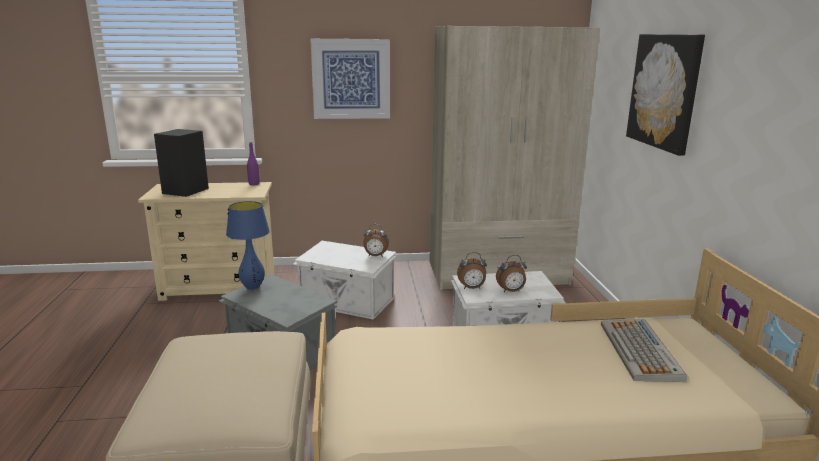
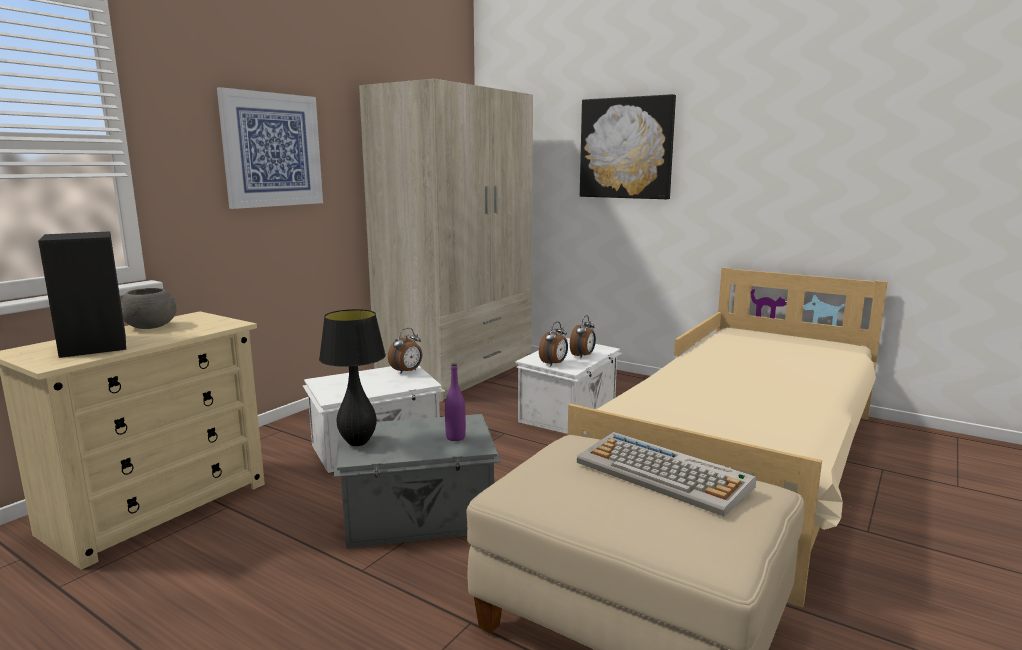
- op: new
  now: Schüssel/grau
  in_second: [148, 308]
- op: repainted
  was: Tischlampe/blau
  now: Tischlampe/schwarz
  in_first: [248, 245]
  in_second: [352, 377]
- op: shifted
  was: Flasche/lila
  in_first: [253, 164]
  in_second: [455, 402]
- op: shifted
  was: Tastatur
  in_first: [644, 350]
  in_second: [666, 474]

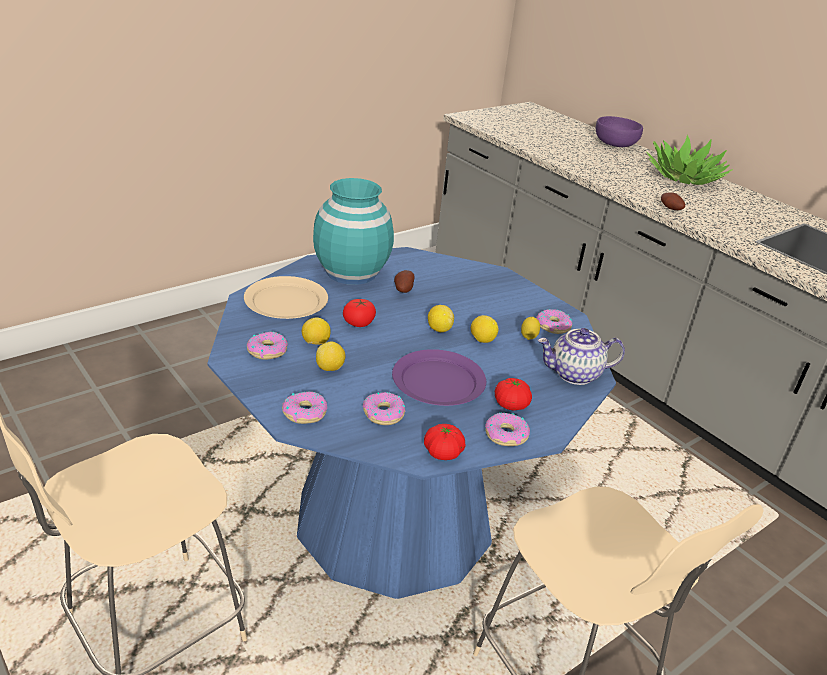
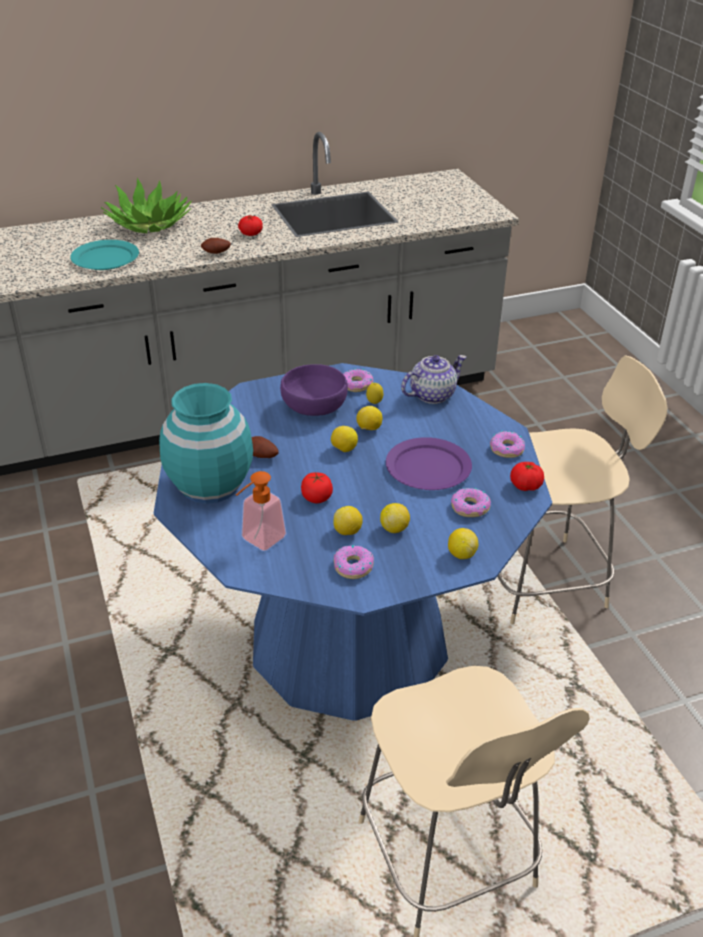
- op: new
  now: Teller/türkis
  in_second: [104, 255]
- op: swapped
  was: Teller/beige
  now: Seifenspender
  in_first: [286, 297]
  in_second: [261, 511]
- op: shifted
  was: Tomate
  in_first: [513, 394]
  in_second: [250, 226]
- op: shifted
  was: Schüssel/lila
  in_first: [619, 131]
  in_second: [314, 390]
- op: rotated
  was: Teekanne
  in_first: [581, 356]
  in_second: [433, 379]
  clockwise: -135
- op: swapped
  was: Donut
  now: Zitrone
  in_first: [304, 408]
  in_second: [463, 543]

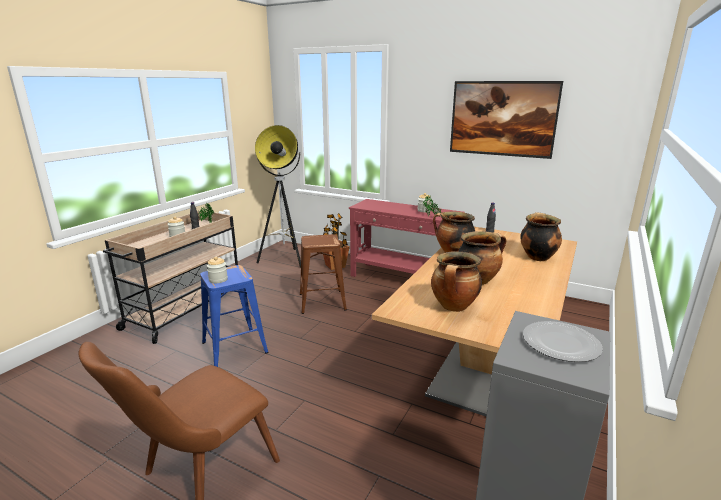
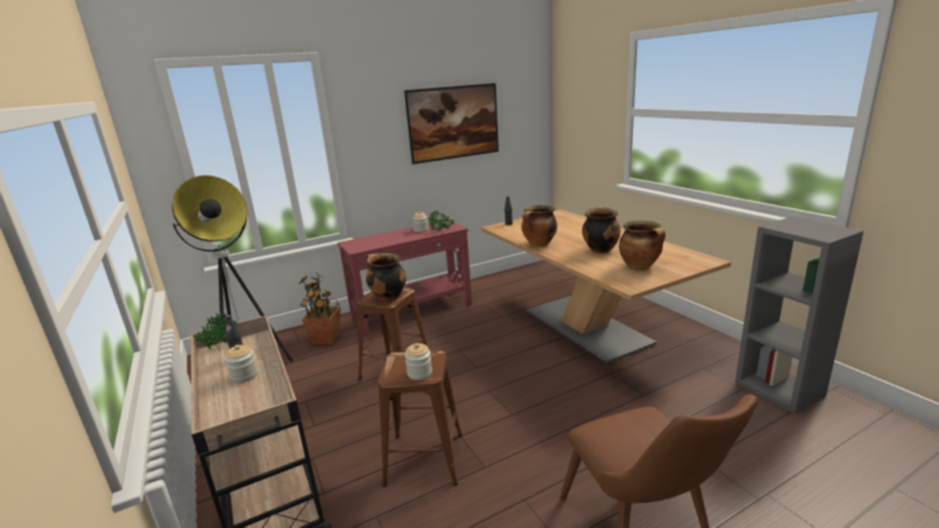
- op: shifted
  was: Kochtopf
  in_first: [541, 236]
  in_second: [386, 277]
- op: repainted
  was: Hocker/blau
  now: Hocker/braun
  in_first: [234, 316]
  in_second: [420, 419]
- op: gone
  was: Teller
  in_first: [563, 341]

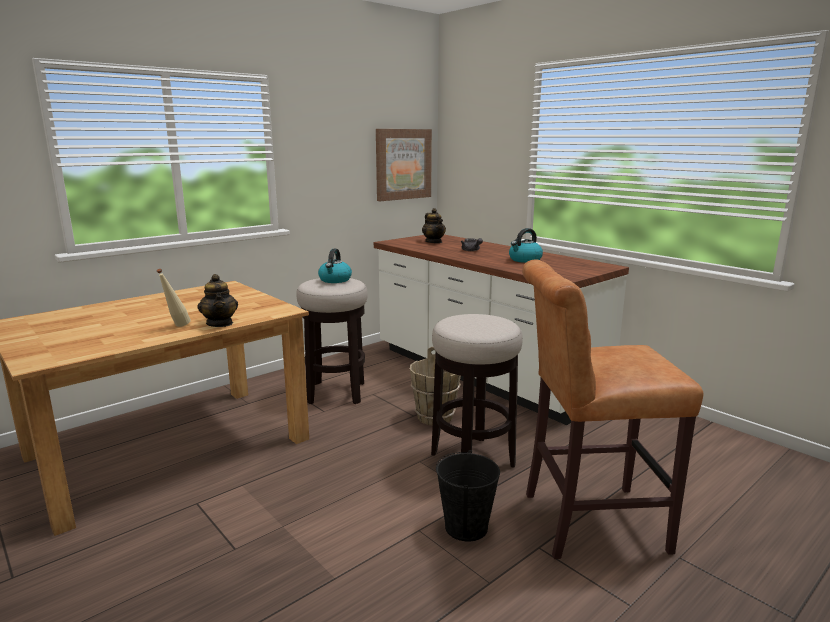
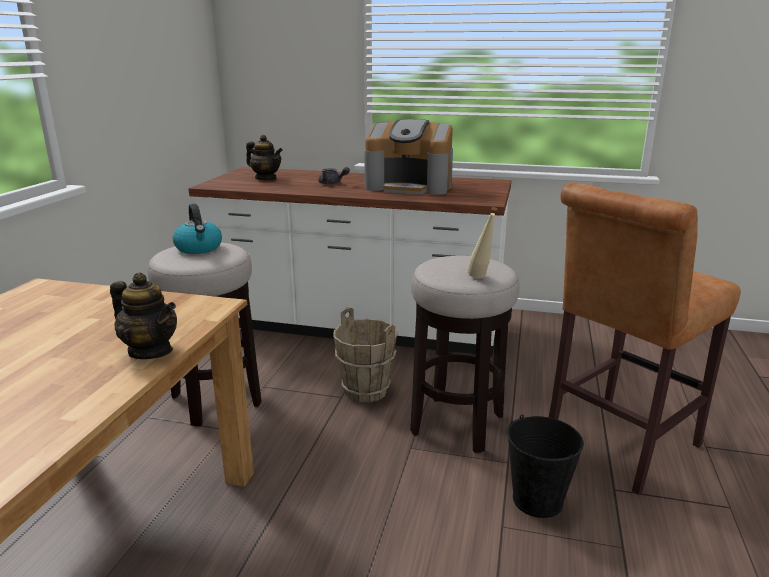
- op: swapped
  was: Wasserkessel
  now: Kaffeemaschine
  in_first: [526, 245]
  in_second: [408, 157]
- op: shifted
  was: Flasche/beige
  in_first: [174, 298]
  in_second: [482, 243]
- op: gone
  was: Bild
  in_first: [404, 165]

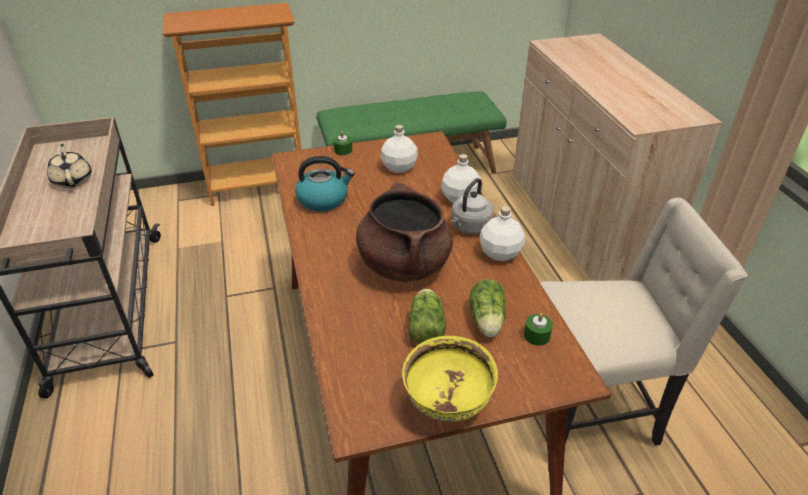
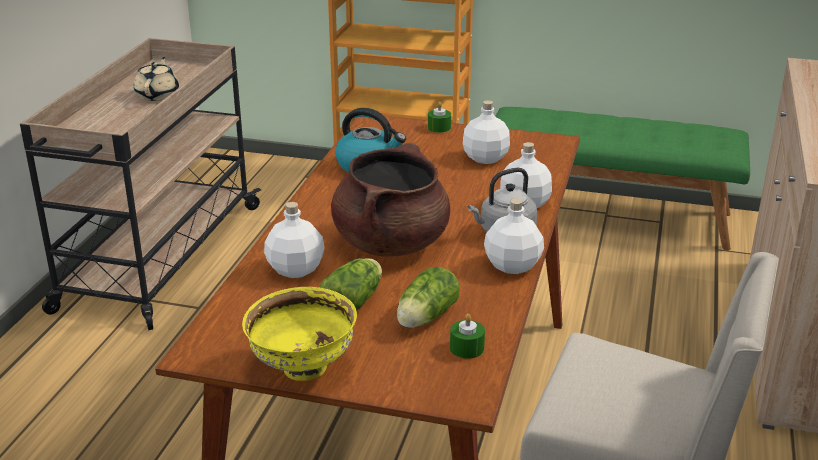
- op: new
  now: Flasche/weiß
  in_second: [294, 240]

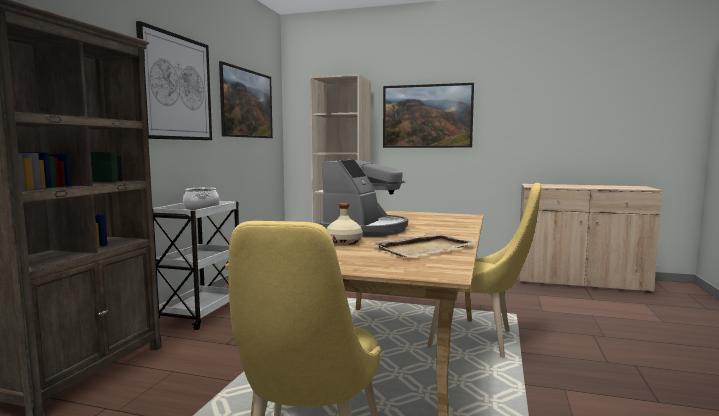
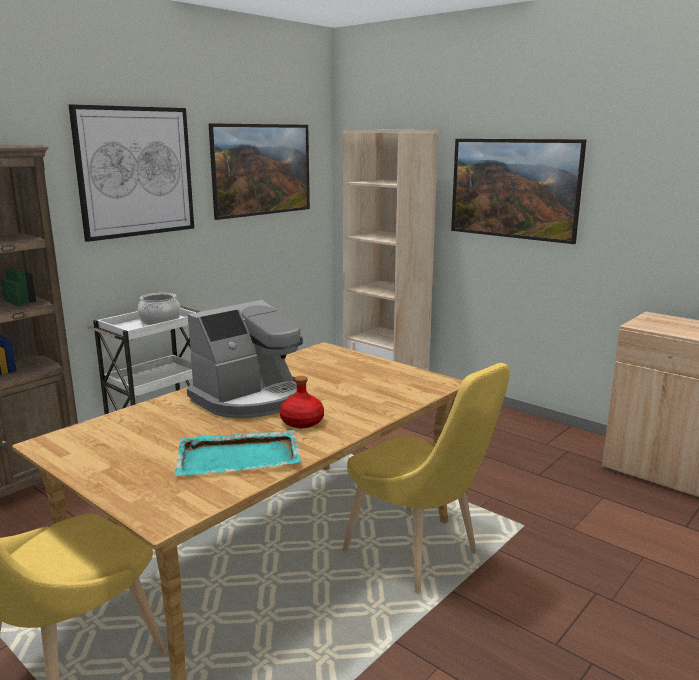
- op: repainted
  was: Tablett/beige
  now: Tablett/türkis
  in_first: [424, 245]
  in_second: [238, 453]
- op: new
  now: Flasche/rot
  in_second: [302, 402]
- op: gone
  was: Flasche/beige
  in_first: [345, 224]

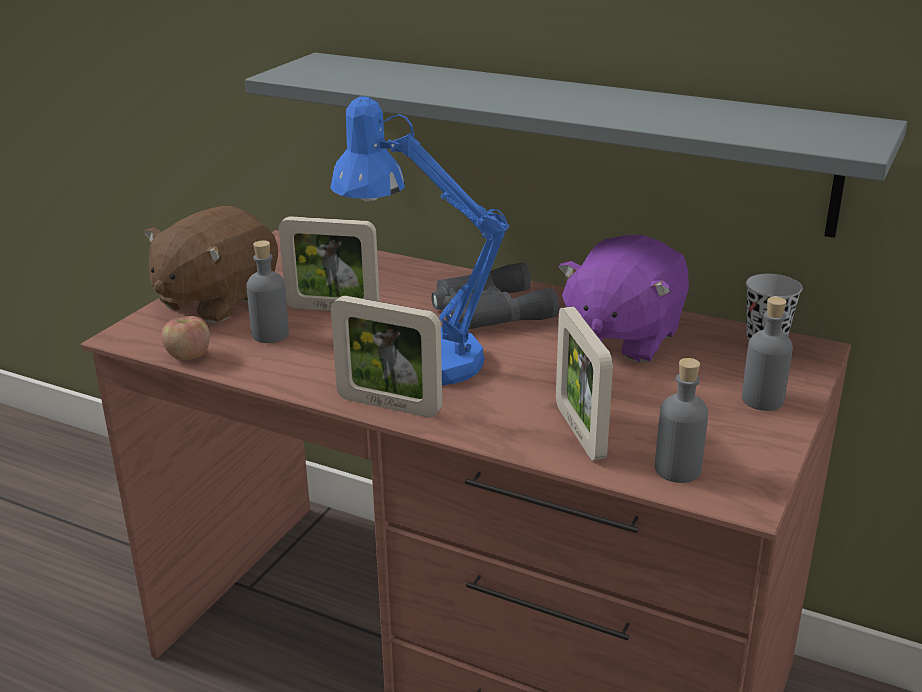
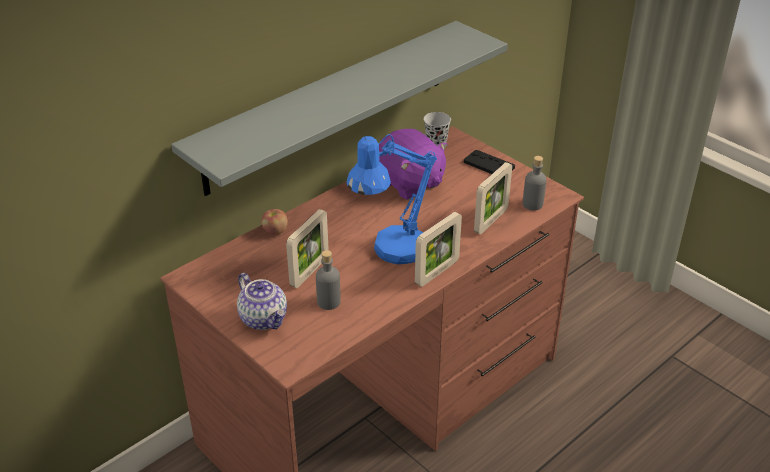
- op: swapped
  was: Plüschtier/braun
  now: Teekanne
  in_first: [211, 264]
  in_second: [262, 301]
- op: shifted
  was: Apfel
  in_first: [185, 338]
  in_second: [274, 222]
- op: swapped
  was: Flasche/grau
  now: Gamepad/schwarz
  in_first: [767, 354]
  in_second: [489, 162]
- op: rotated
  was: Bilderrahmen
  in_first: [584, 383]
  in_second: [493, 198]
  clockwise: -60
- op: gone
  was: Fernglas/grau
  in_first: [495, 295]

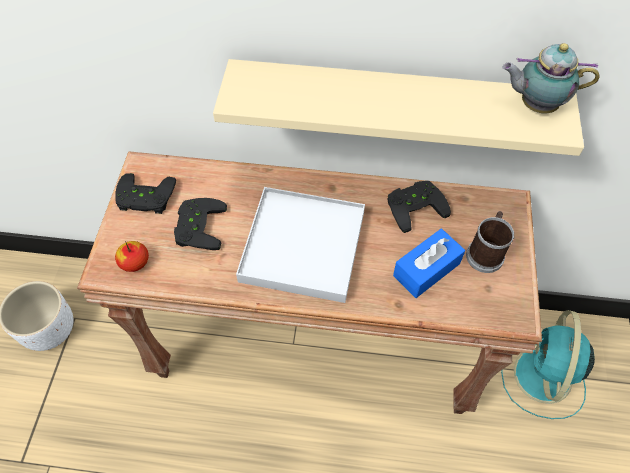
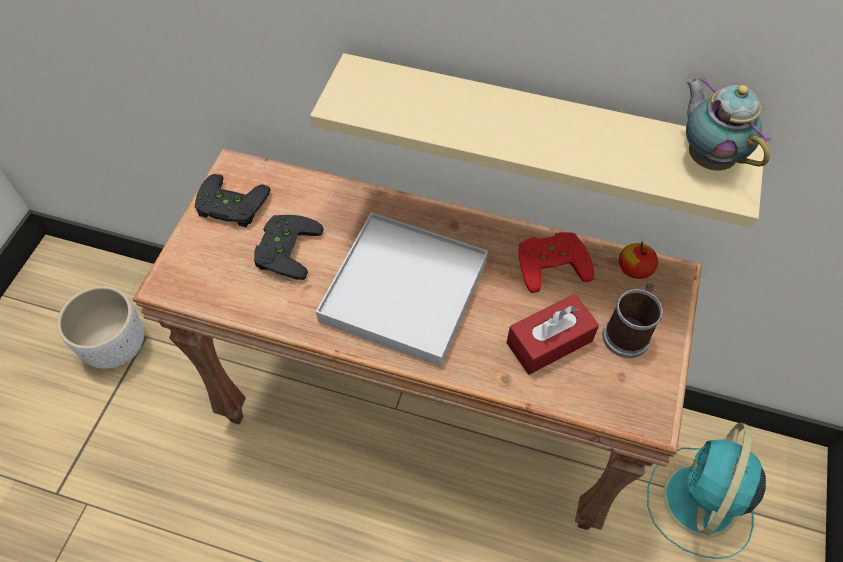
- op: repainted
  was: Taschentuchbox/blau
  now: Taschentuchbox/rot
  in_first: [429, 263]
  in_second: [553, 334]
- op: repainted
  was: Gamepad/schwarz
  now: Gamepad/rot
  in_first: [419, 207]
  in_second: [556, 262]
- op: shifted
  was: Apfel
  in_first: [132, 256]
  in_second: [638, 260]
- op: rotated
  was: Teekanne
  in_first: [550, 78]
  in_second: [729, 123]
  clockwise: 45

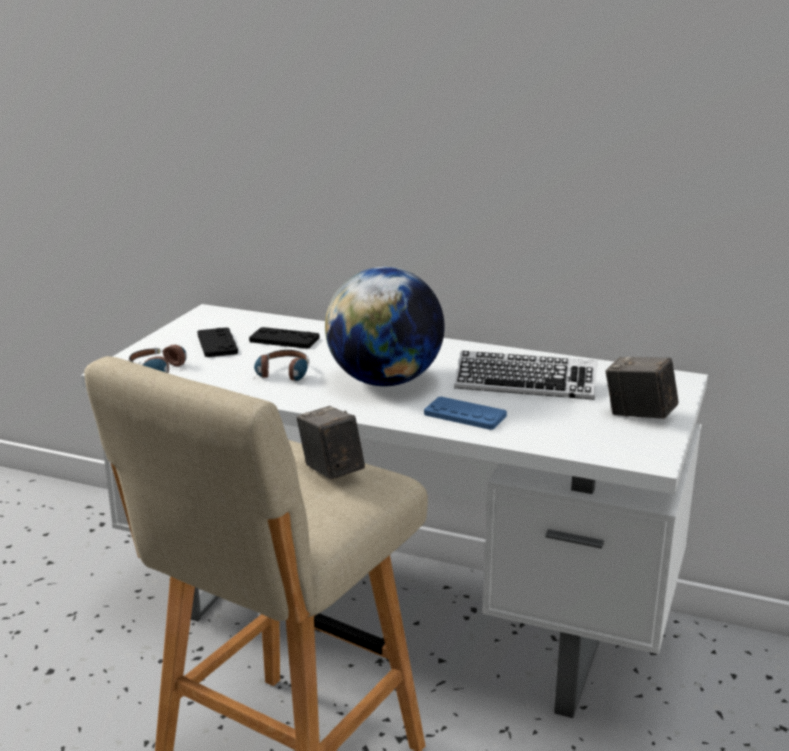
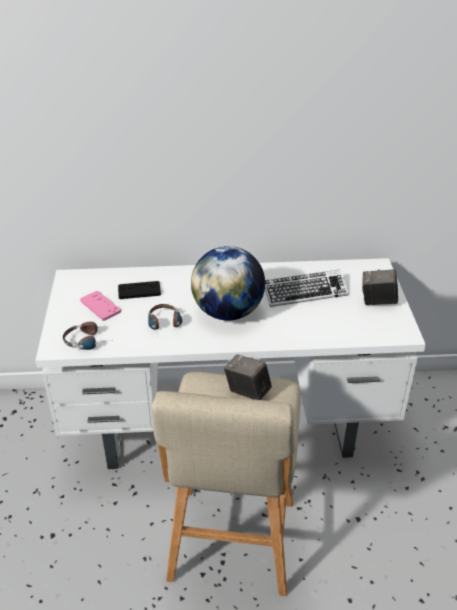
- op: repainted
  was: Gamepad/schwarz
  now: Gamepad/rosa
  in_first: [217, 342]
  in_second: [100, 306]
- op: gone
  was: Gamepad/blau
  in_first: [465, 413]

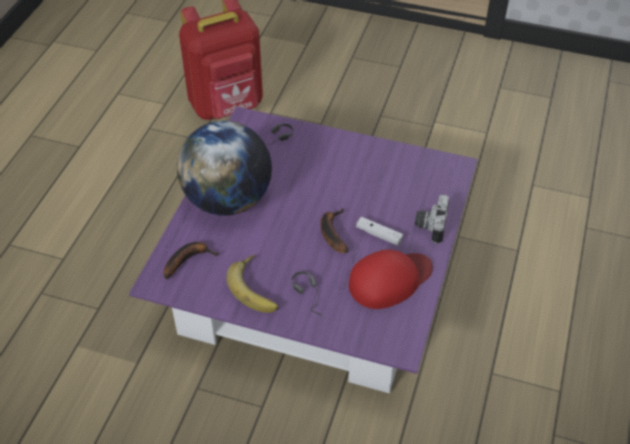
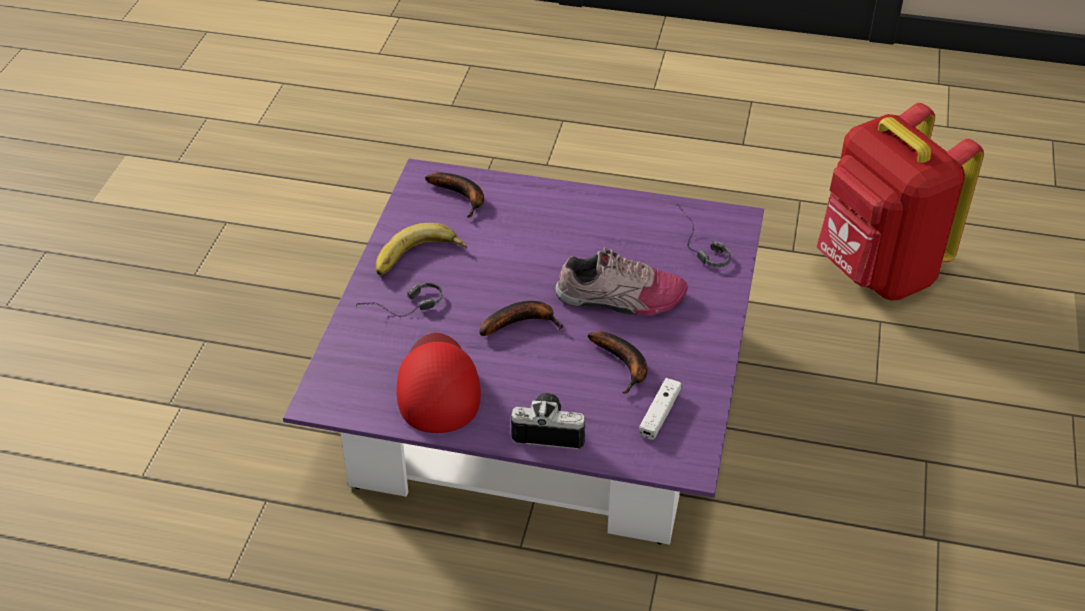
- op: rotated
  was: Kappe/rot
  in_first: [391, 279]
  in_second: [439, 383]
  clockwise: -150
- op: new
  now: Schuh
  in_second: [621, 282]
- op: new
  now: Banane
  in_second: [617, 362]
- op: shifted
  was: Gamepad/weiß
  in_first: [379, 231]
  in_second: [660, 409]
- op: gone
  was: Globus
  in_first: [224, 168]

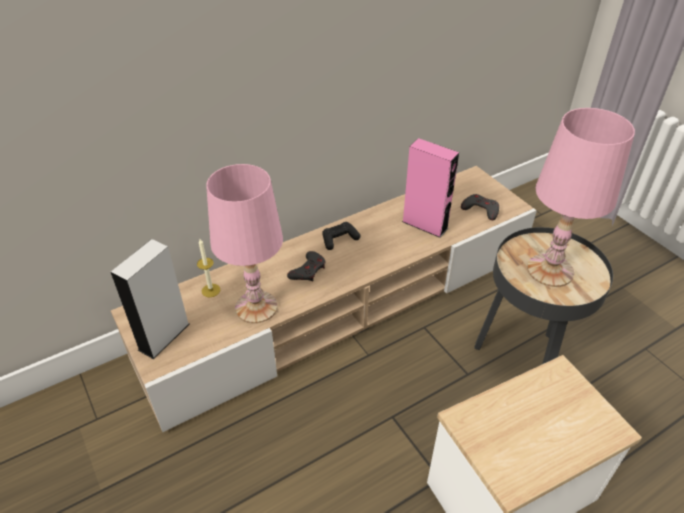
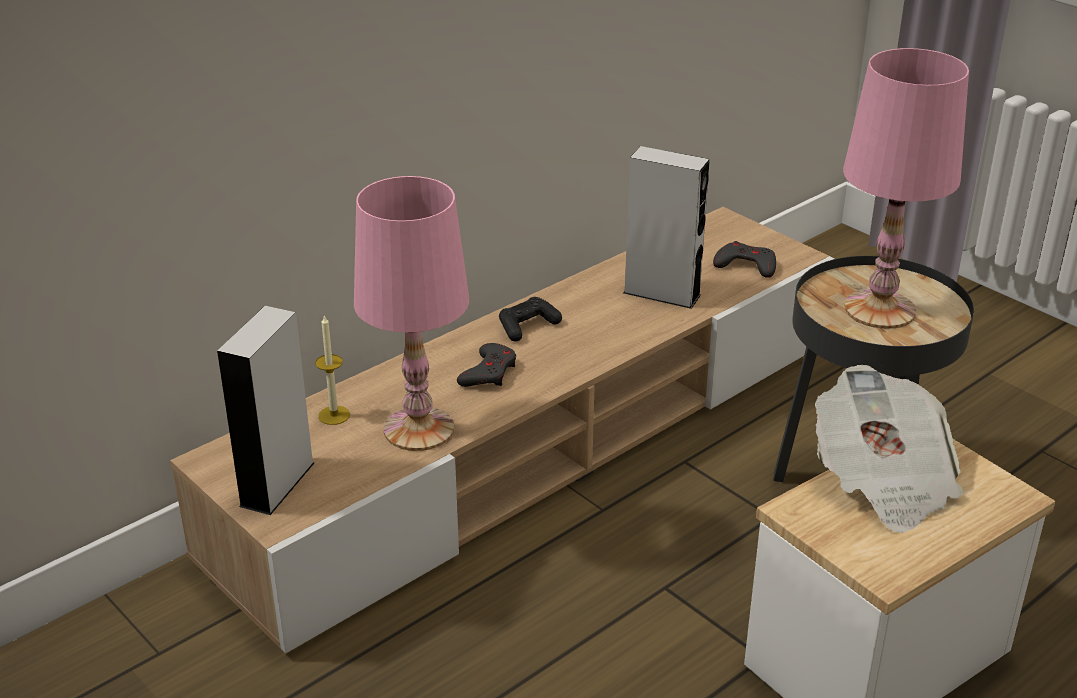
- op: repainted
  was: Lautsprecher/rosa
  now: Lautsprecher/grau
  in_first: [430, 188]
  in_second: [666, 227]
- op: new
  now: Zeitung
  in_second: [889, 449]

